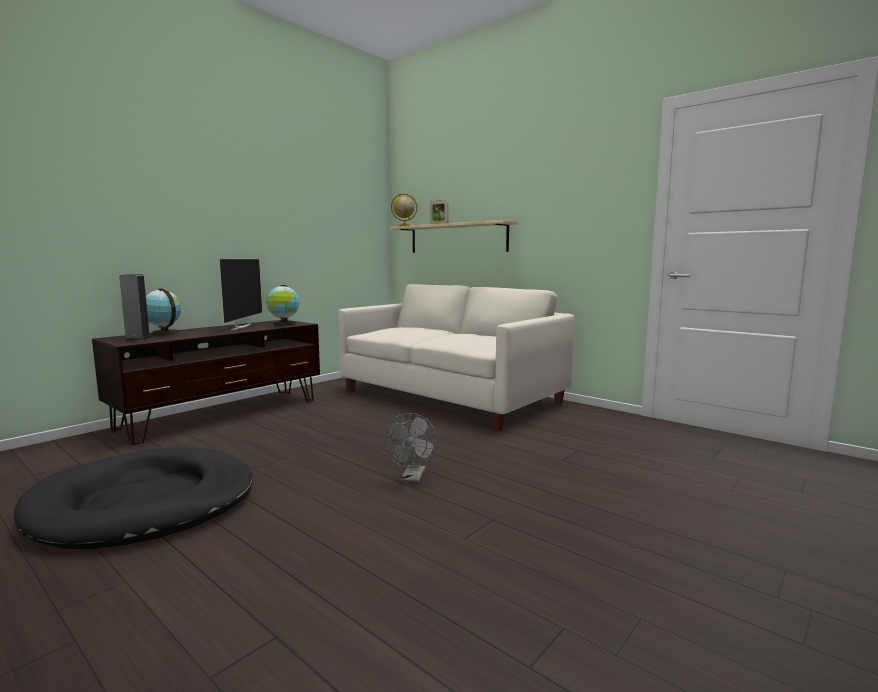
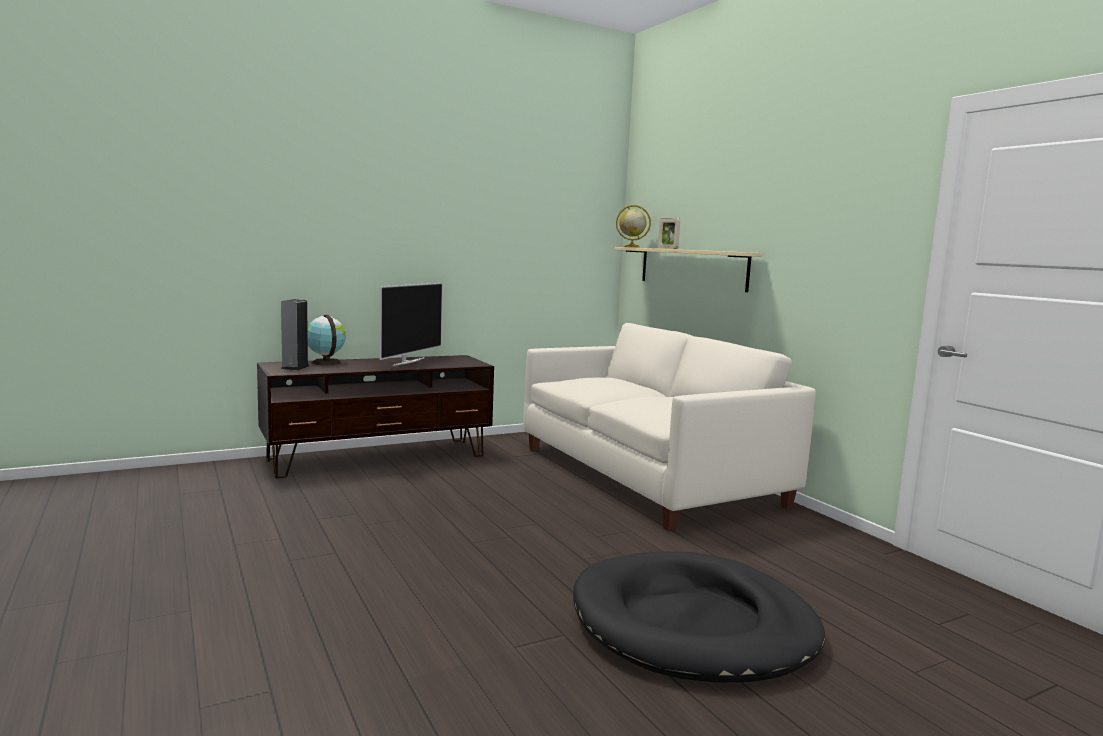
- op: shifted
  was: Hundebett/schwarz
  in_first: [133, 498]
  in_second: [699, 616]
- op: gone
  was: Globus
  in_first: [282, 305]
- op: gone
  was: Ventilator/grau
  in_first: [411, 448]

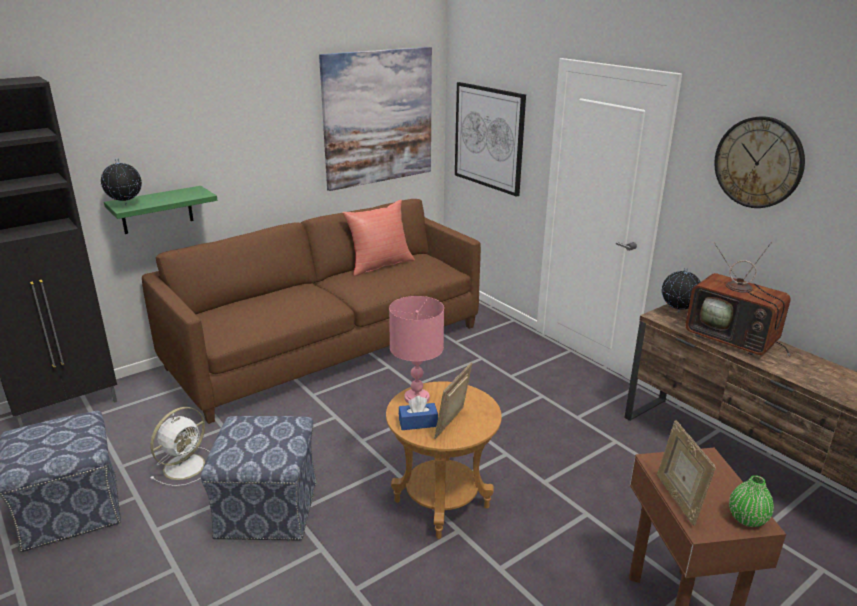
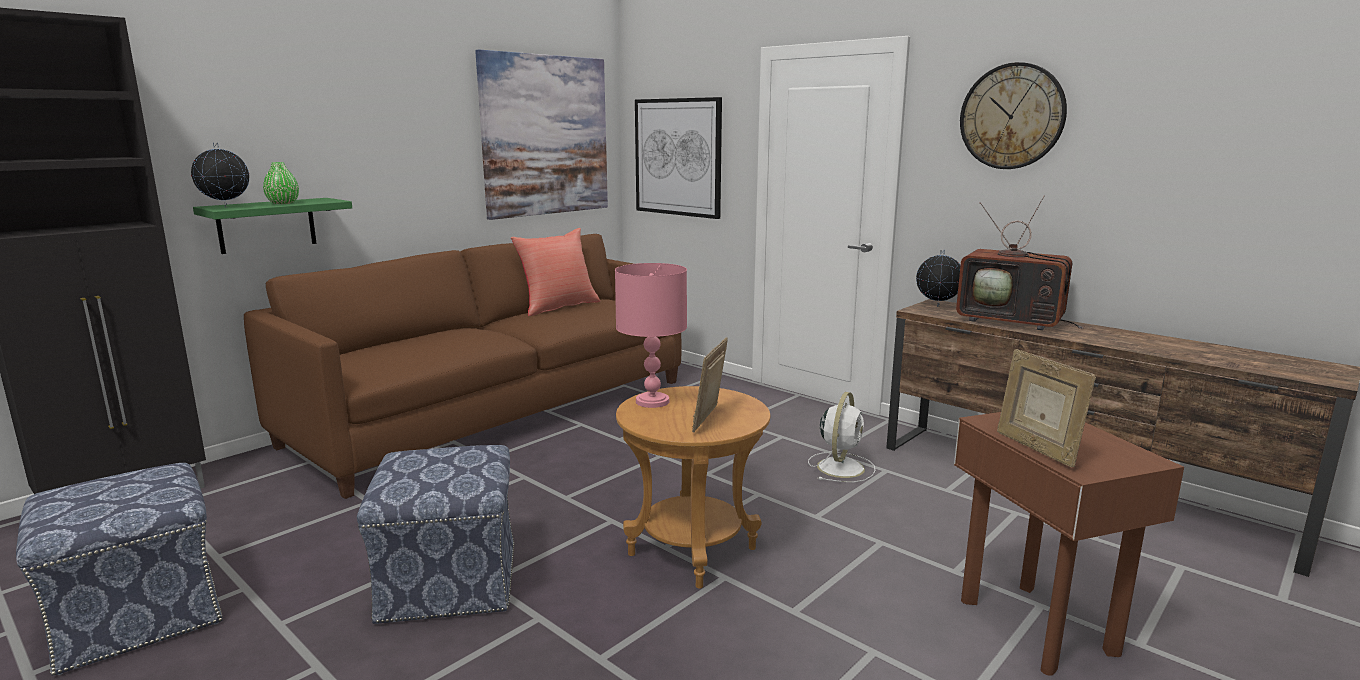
- op: shifted
  was: Vase/grün
  in_first: [751, 501]
  in_second: [281, 183]
- op: shifted
  was: Ventilator/weiß
  in_first: [180, 446]
  in_second: [841, 437]
- op: gone
  was: Taschentuchbox/blau
  in_first: [418, 413]

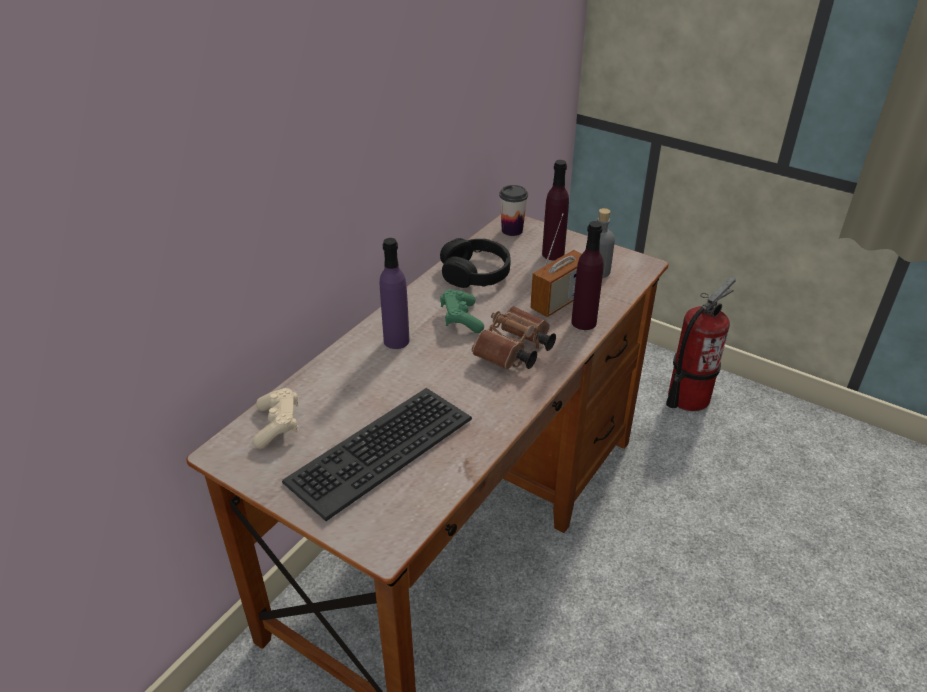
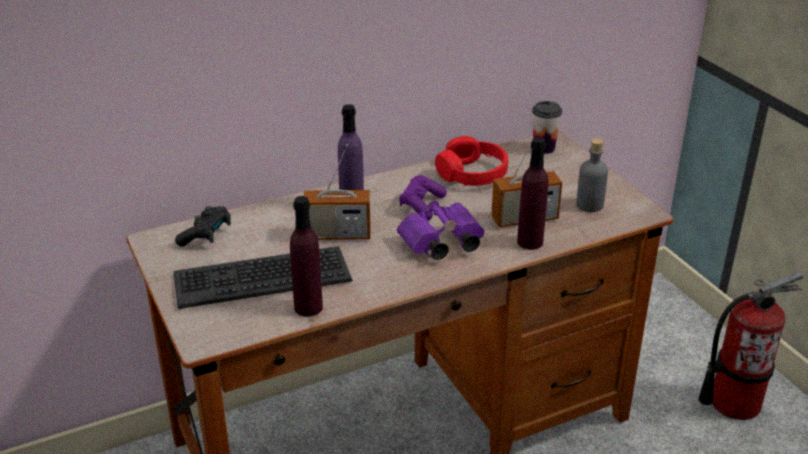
- op: repainted
  was: Gamepad/beige
  now: Gamepad/schwarz
  in_first: [276, 418]
  in_second: [203, 226]
- op: shifted
  was: Flasche/lila
  in_first: [555, 210]
  in_second: [306, 256]
- op: new
  now: Radio
  in_second: [336, 192]
- op: repainted
  was: Fernglas/braun
  now: Fernglas/lila
  in_first: [514, 337]
  in_second: [440, 230]
- op: repainted
  was: Gamepad/grün
  now: Gamepad/lila
  in_first: [462, 311]
  in_second: [423, 198]
- op: repainted
  was: Kopfhörer/schwarz
  now: Kopfhörer/rot
  in_first: [475, 263]
  in_second: [471, 161]

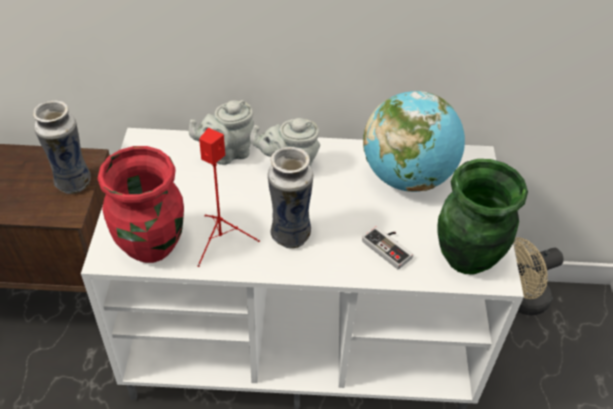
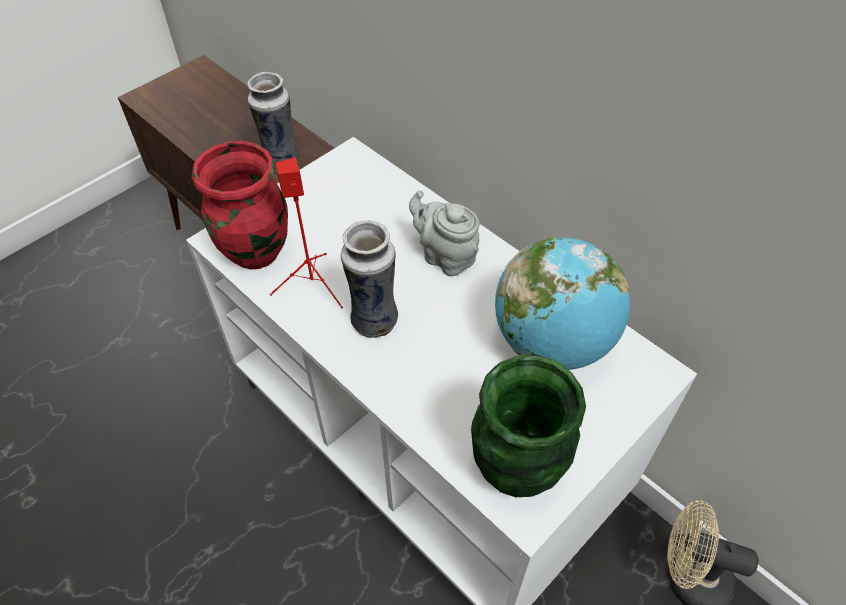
- op: gone
  was: Teekanne/grau
  in_first: [221, 132]
- op: gone
  was: Gamepad
  in_first: [387, 248]

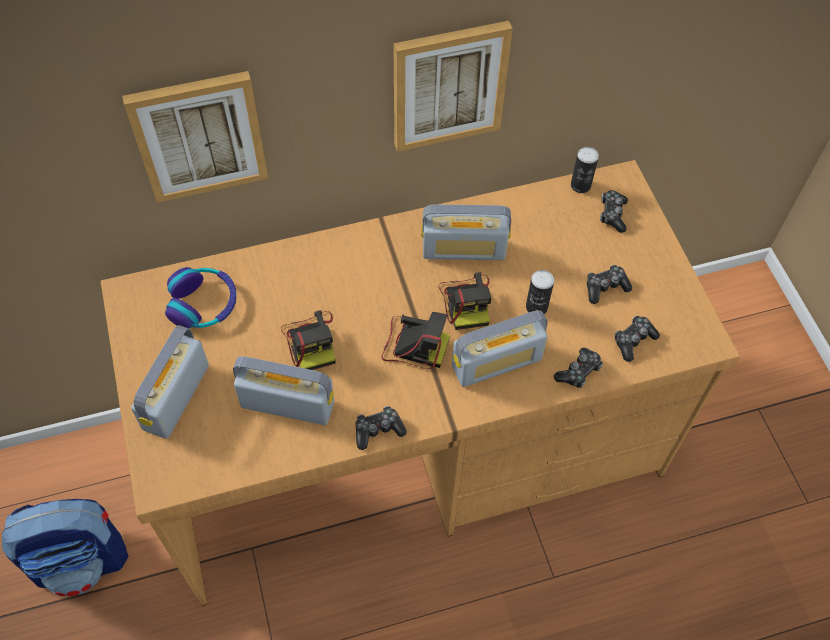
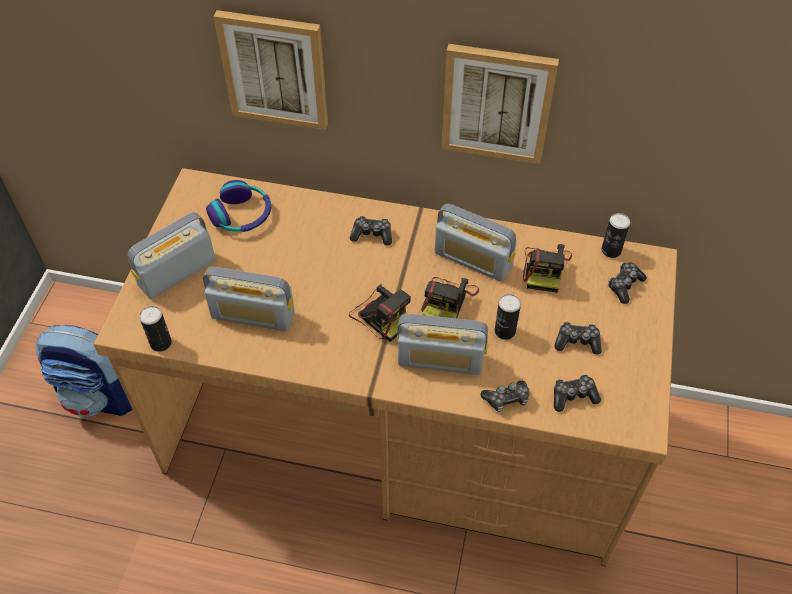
- op: new
  now: Dose
  in_second: [155, 329]
- op: rotated
  was: Radio
  in_first: [283, 390]
  in_second: [249, 299]
  clockwise: 150
- op: shifted
  was: Gamepad
  in_first: [381, 428]
  in_second: [371, 231]
- op: shifted
  was: Kamera
  in_first: [308, 340]
  in_second: [547, 268]

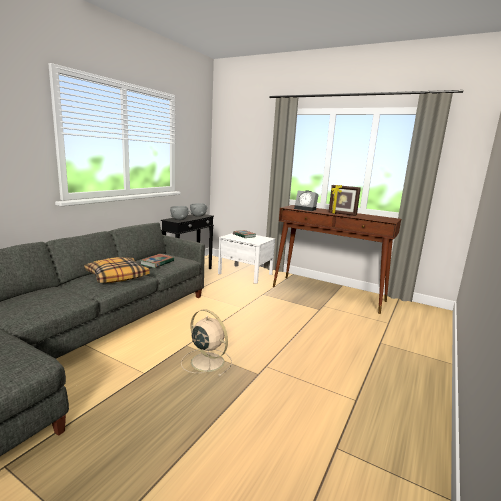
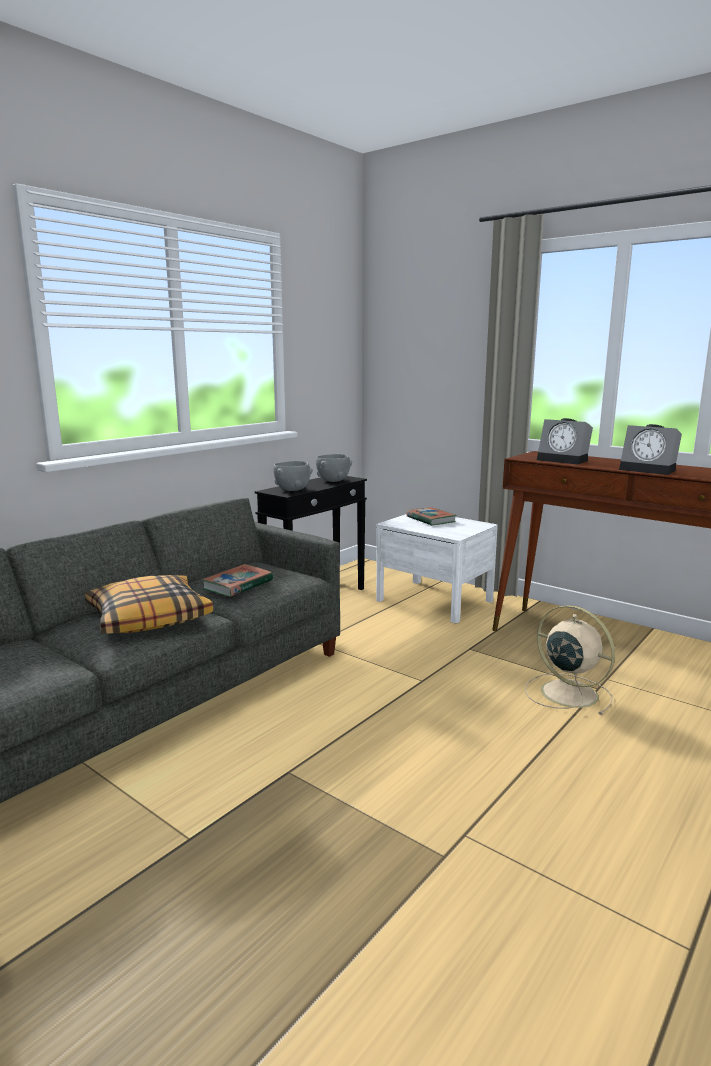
- op: shifted
  was: Ventilator/beige
  in_first: [206, 343]
  in_second: [570, 660]
- op: swapped
  was: Bilderrahmen
  now: Wecker
  in_first: [345, 200]
  in_second: [650, 449]

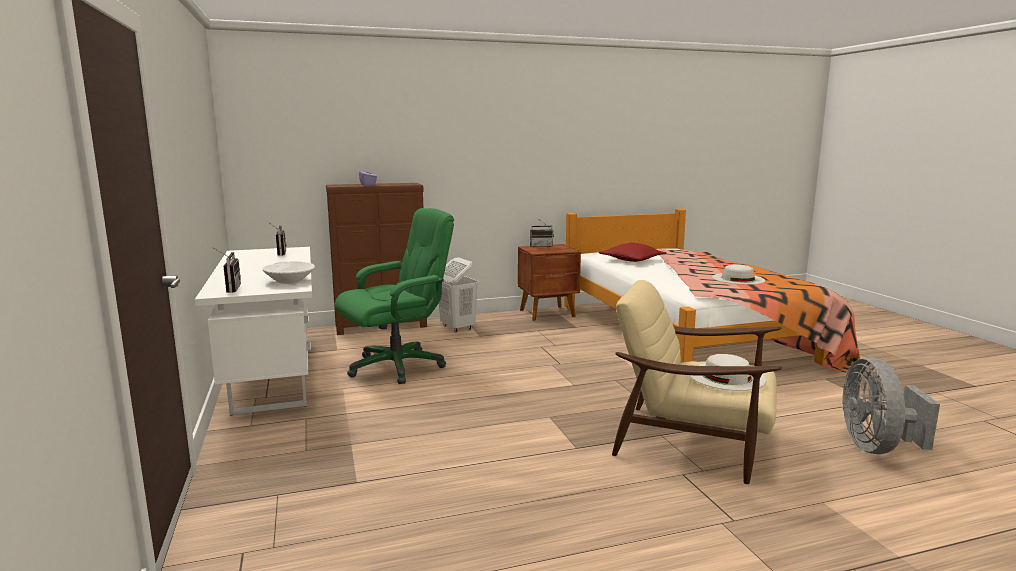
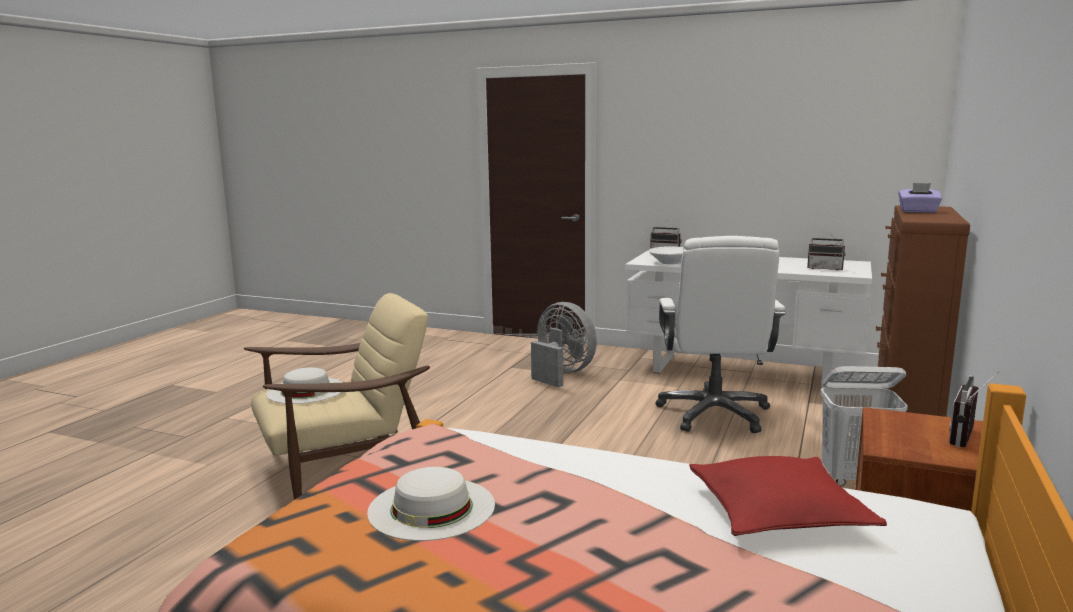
- op: shifted
  was: Ventilator/grau
  in_first: [891, 405]
  in_second: [564, 344]
- op: repainted
  was: Bürostuhl/grün
  now: Bürostuhl/weiß
  in_first: [394, 296]
  in_second: [720, 334]

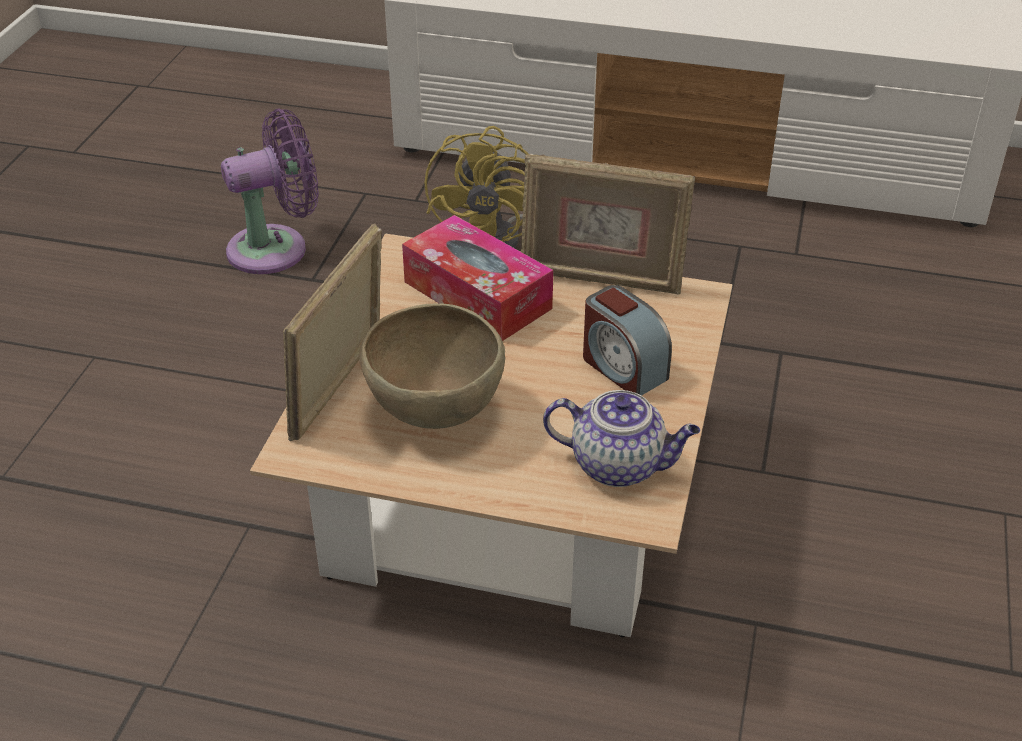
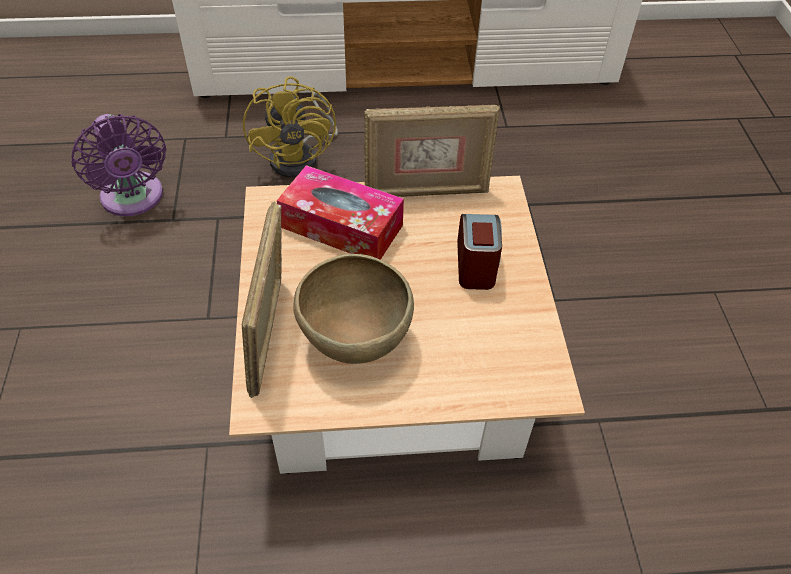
- op: rotated
  was: Ventilator/lila
  in_first: [270, 191]
  in_second: [118, 165]
  clockwise: 105
- op: rotated
  was: Wecker
  in_first: [627, 340]
  in_second: [479, 252]
  clockwise: -120
- op: gone
  was: Teekanne
  in_first: [621, 438]

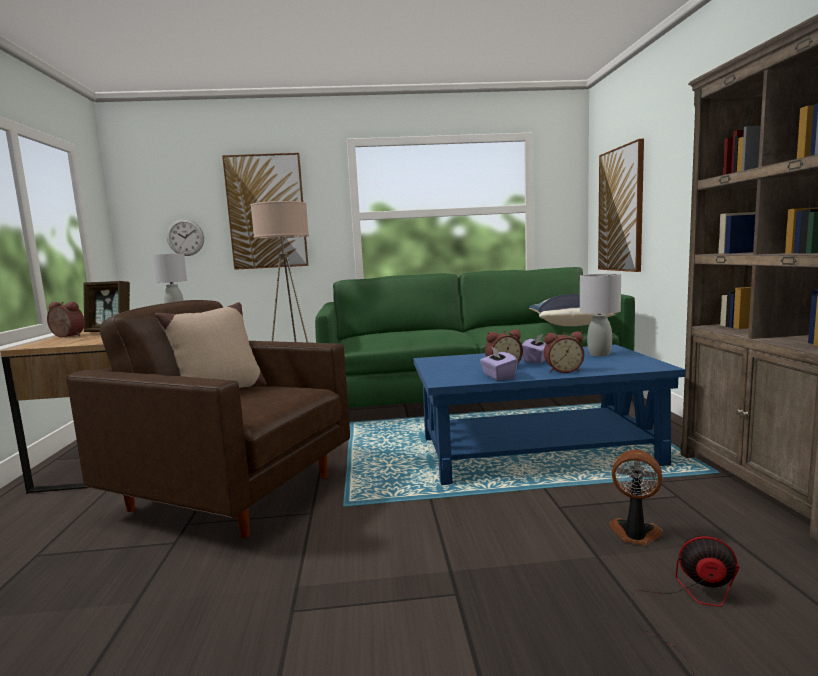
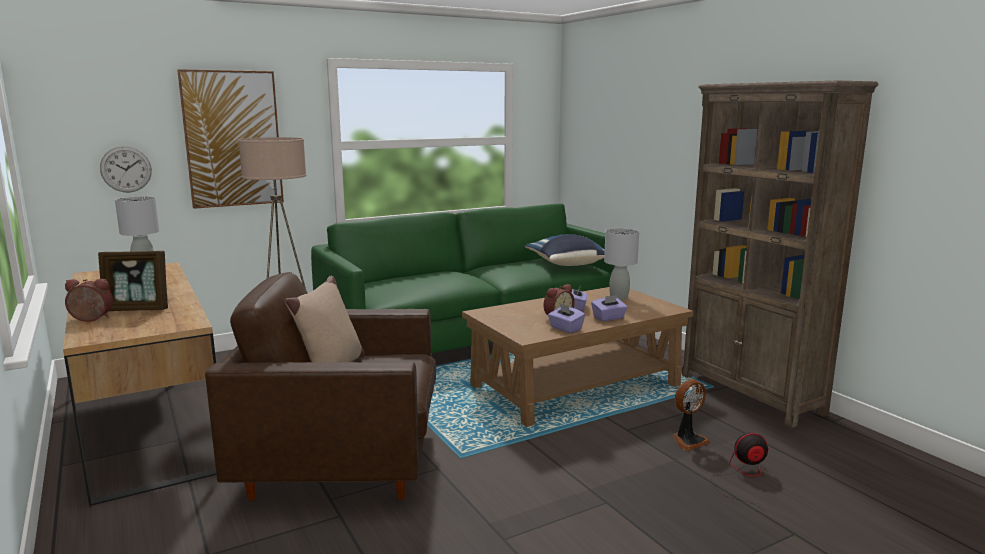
- op: repainted
  was: Couchtisch/blau
  now: Couchtisch/braun
  in_first: [550, 415]
  in_second: [578, 357]
- op: swapped
  was: Wecker
  now: Taschentuchbox/lila
  in_first: [564, 352]
  in_second: [609, 308]
- op: rotated
  was: Ventilator
  in_first: [636, 497]
  in_second: [691, 415]
  clockwise: 150
- op: gone
  was: Bild
  in_first: [621, 205]

